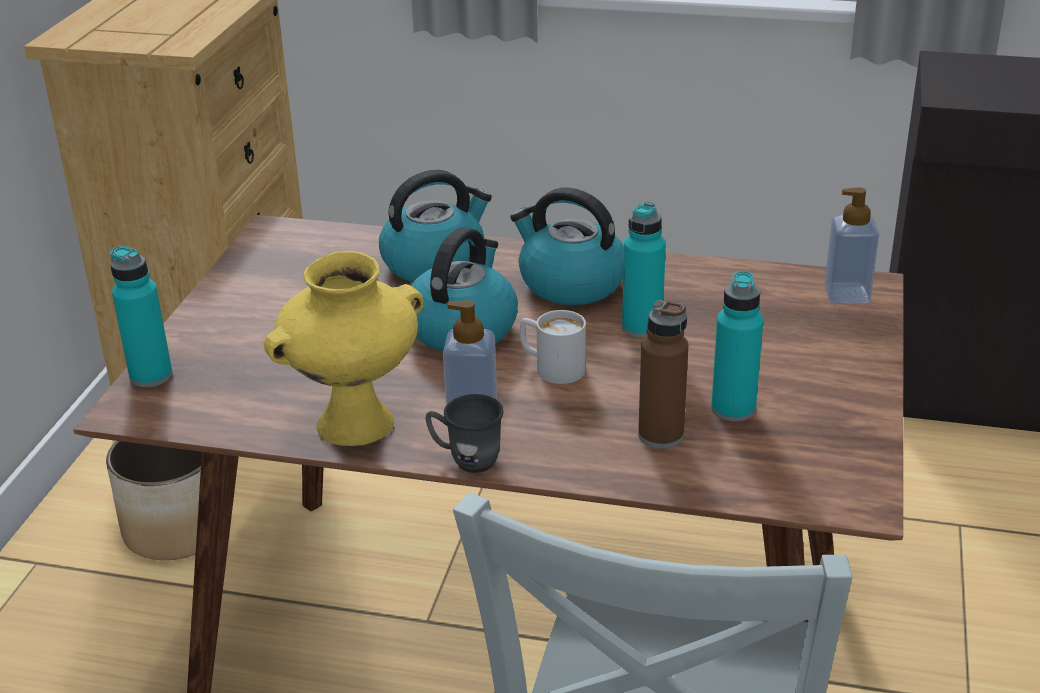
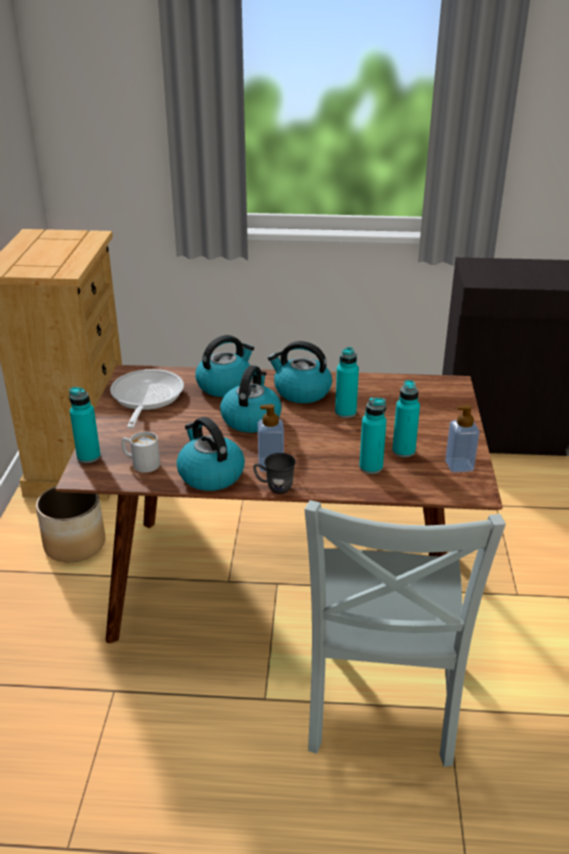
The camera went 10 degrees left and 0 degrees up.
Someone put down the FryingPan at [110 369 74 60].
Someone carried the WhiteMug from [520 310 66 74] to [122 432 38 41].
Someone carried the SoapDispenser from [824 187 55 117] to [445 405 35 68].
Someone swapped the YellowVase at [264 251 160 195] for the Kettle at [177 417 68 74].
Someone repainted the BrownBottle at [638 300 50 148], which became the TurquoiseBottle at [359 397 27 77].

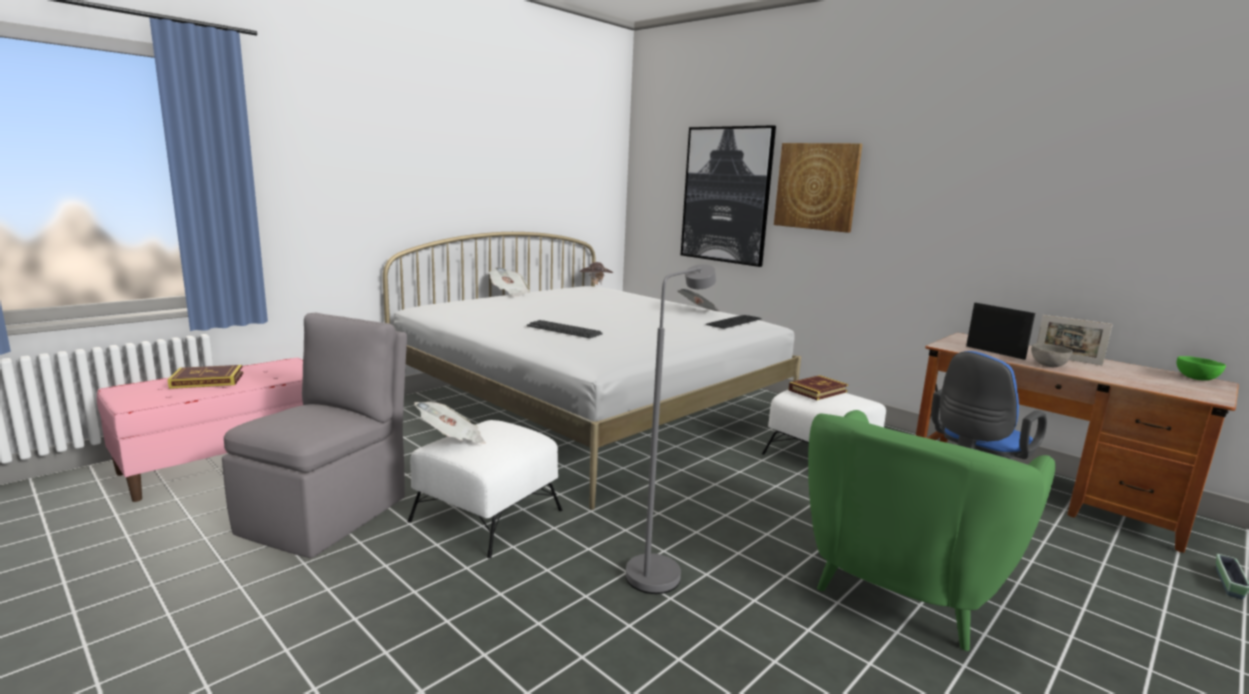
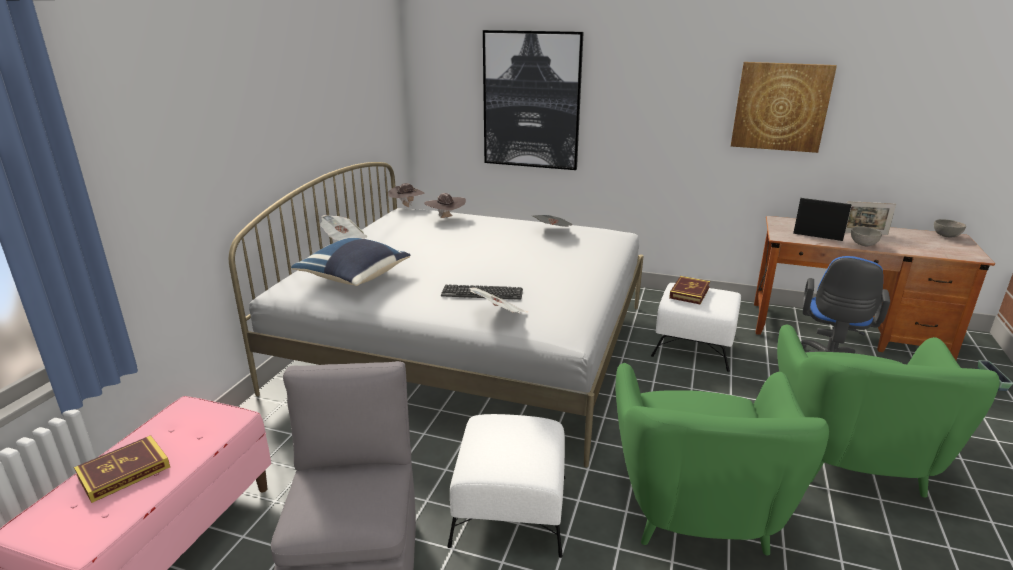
The camera went 25 degrees left and 10 degrees up.
Someone took away the Keyboard at [706 315 56 14].
Someone put down the BluePillow at [291 238 119 48].
Someone put down the BrownHat at [424 193 42 25].
Someone carried the Newspaper from [414 402 71 42] to [469 288 59 26].
Someone carried the Picture from [774 143 88 90] to [731 62 106 91].
Someone swapped the GreyFloorLamp at [626 264 90 330] for the GreenArmchair at [616 363 213 193].
Someone repainted the GreenBowl at [1176 356 50 25], which became the GreyBowl at [934 219 32 18].

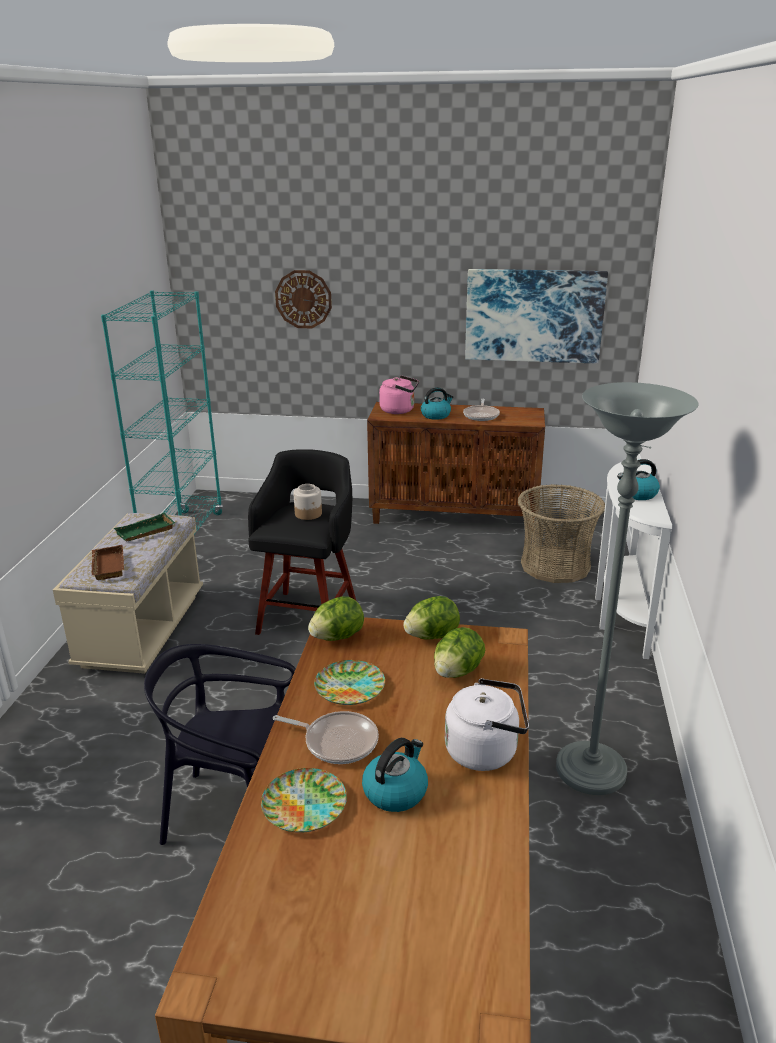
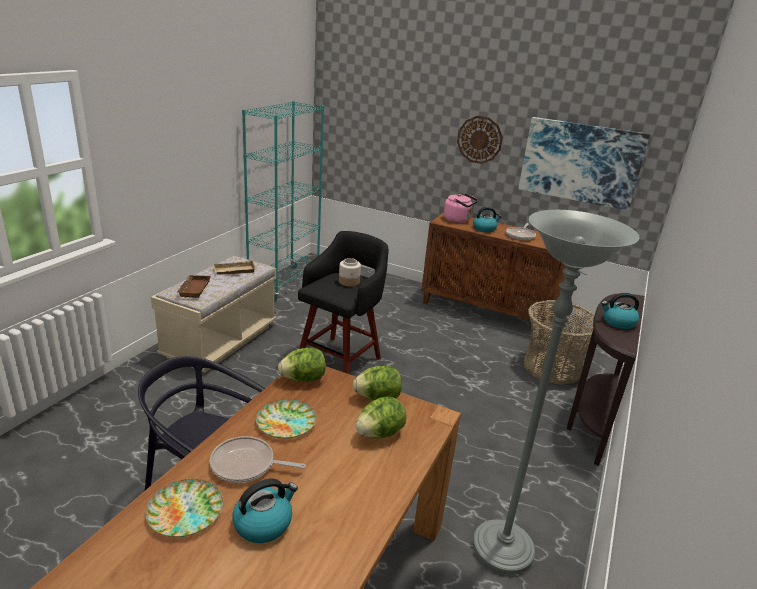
The camera went 15 degrees right and 0 degrees up.
Someone took away the WhiteKettle at [445 678 84 93].
Someone carried the WallClock from [275 270 57 58] to [457 116 46 48].
Someone repainted the GreenTray at [114 513 61 29], which became the BeigeTray at [213 260 43 15].
Someone repainted the WhiteConsoleTable at [595 459 77 200], which became the BrownConsoleTable at [566 293 79 173].
Someone rotated the FryingPan at [273 711 106 53] by 150 degrees clockwise.

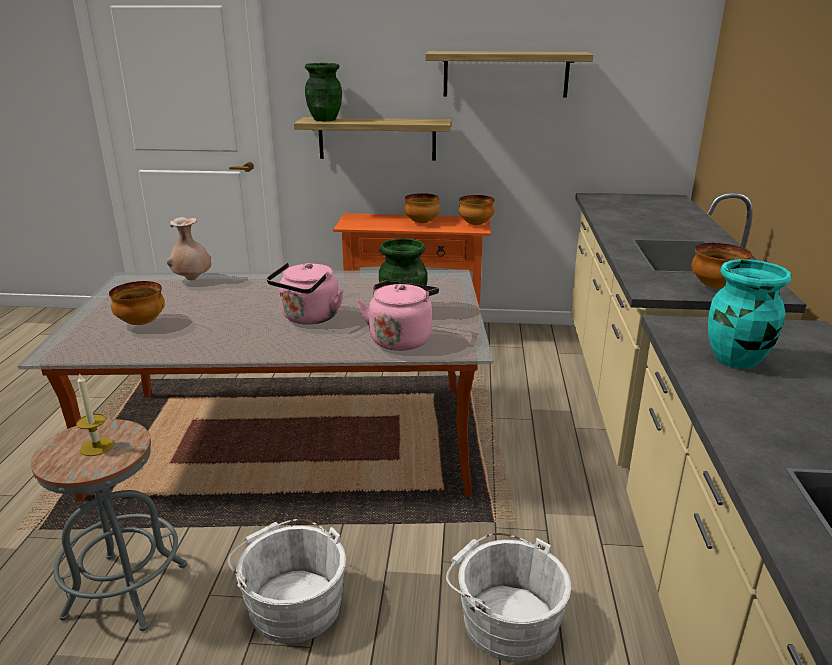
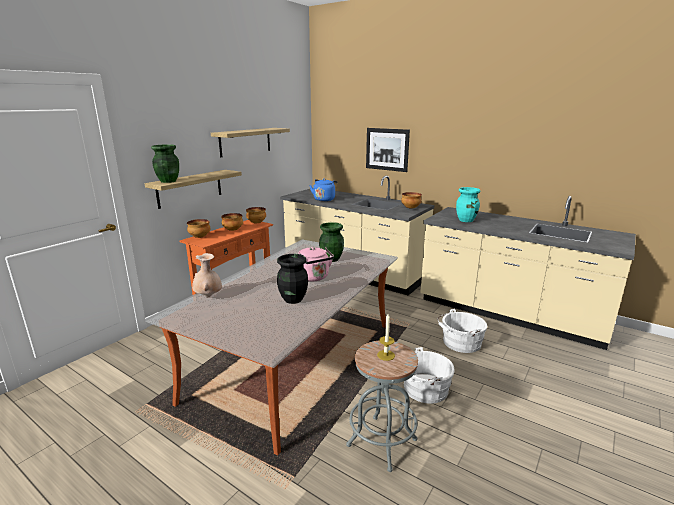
The camera went 60 degrees left and 5 degrees down.
Someone took away the PinkKettle at [358 281 81 70].
Someone put down the BlackVase at [277 254 31 50].
Someone put down the BlueKettle at [309 179 29 22].
Someone put up the Picture at [366 128 44 44].
Someone carried the Bowl from [109 281 56 44] to [187 219 23 19].

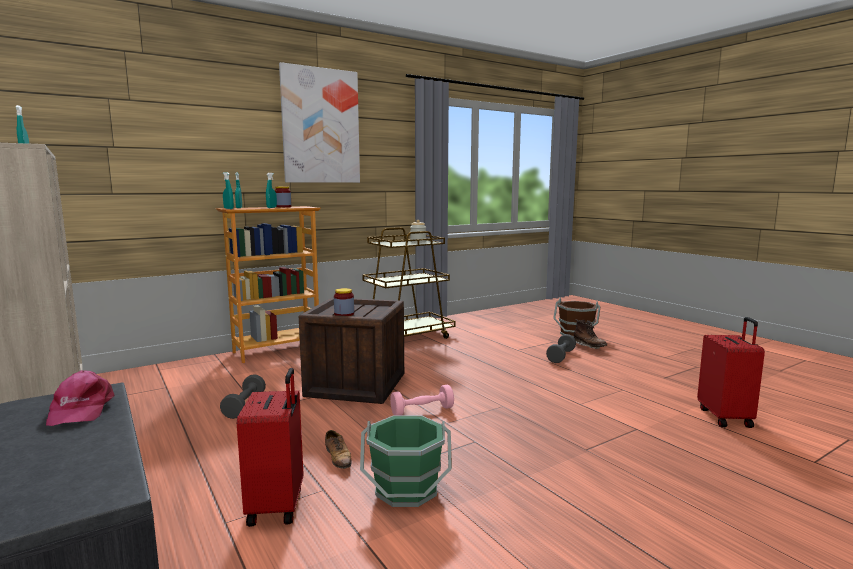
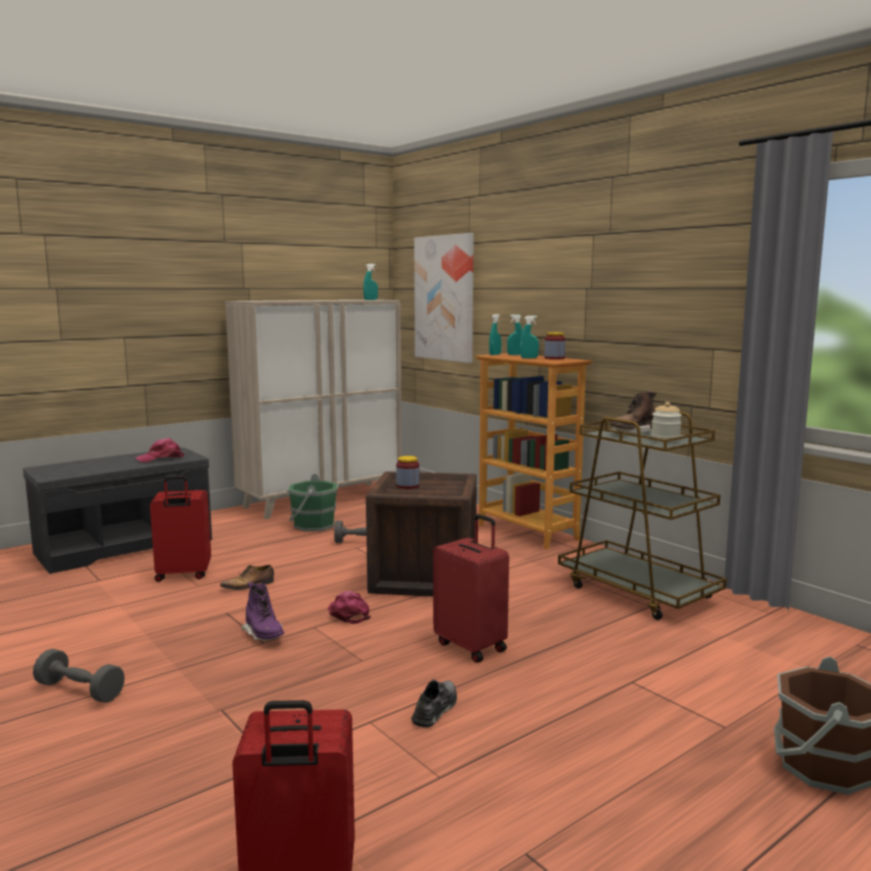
The camera went 85 degrees right and 0 degrees up.
Someone put down the PurpleBoot at [241 582 43 59].
Someone put down the GreyShoe at [411 679 46 49].
Someone put down the RedSuitcase at [433 514 76 149].
Someone carried the Picture from [279 62 81 121] to [414 233 60 130].
Someone carried the GreenBucket from [360 416 92 91] to [287 473 51 59].
Someone carried the GreyDumbbell from [546 334 30 29] to [33 649 92 54].
Someone carried the BrownBoot from [574 319 33 30] to [610 390 46 44].
Someone swapped the PinkDumbbell at [390 385 64 31] for the PinkCap at [328 591 43 33].

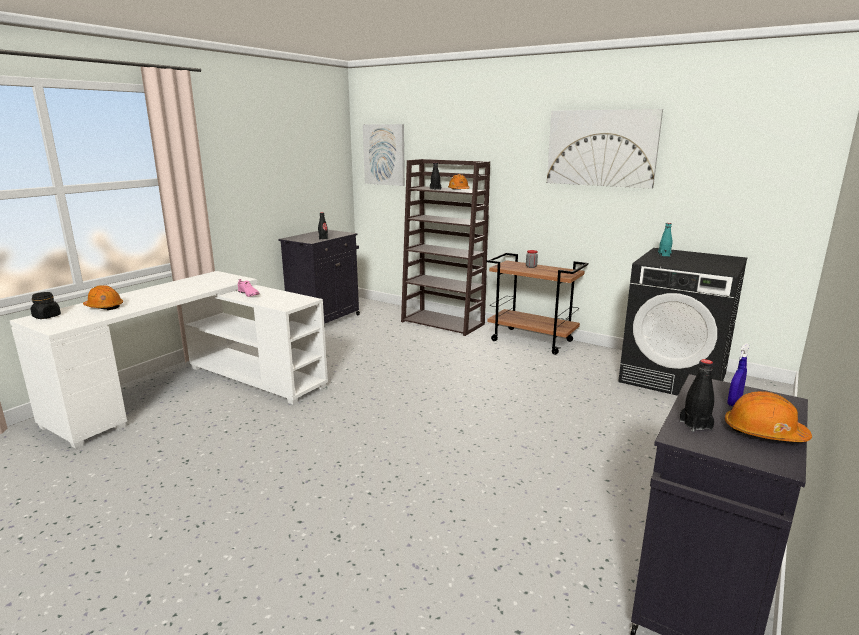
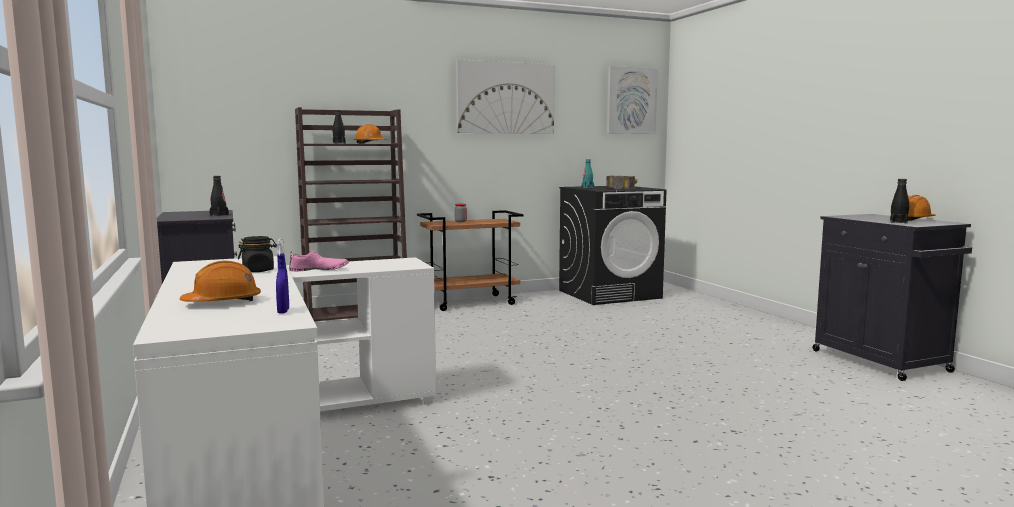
The camera went 55 degrees left and 10 degrees down.
Someone put down the Hammer at [606 176 31 13].
Someone carried the BlackJar from [31 292 30 27] to [238 236 39 36].
Someone carried the Picture from [363 124 42 62] to [607 66 51 68].
Someone carried the BlueSprayBottle from [727 343 23 63] to [276 238 13 76].

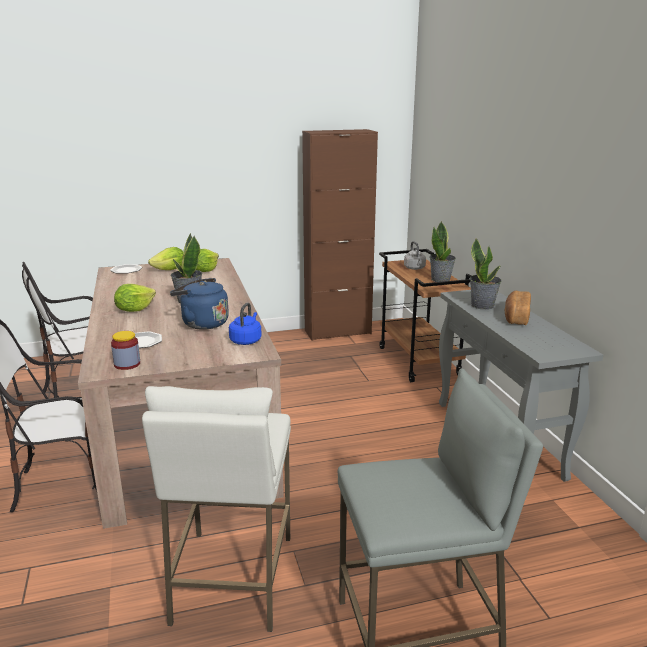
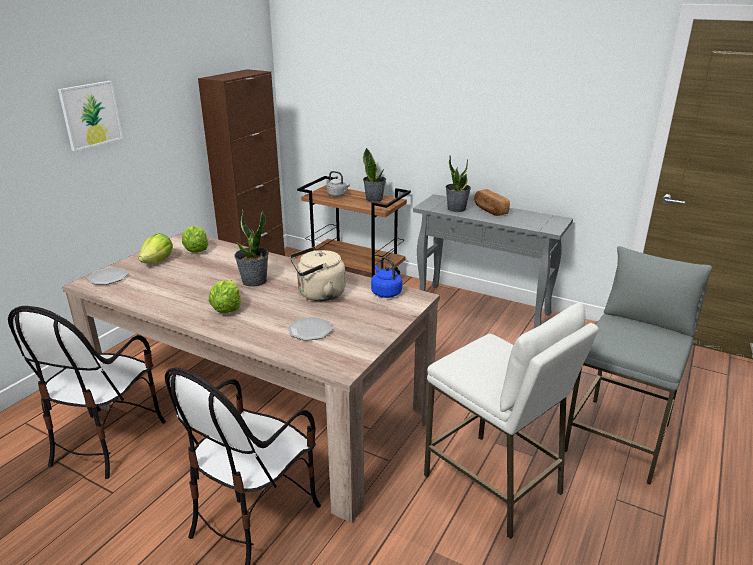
The camera went 45 degrees left and 5 degrees up.
Someone took away the Jar at [111 331 29 39].
Someone put up the Picture at [58 81 65 70].
Someone repainted the BlueKettle at [170 278 59 52], which became the BeigeKettle at [290 247 56 54].

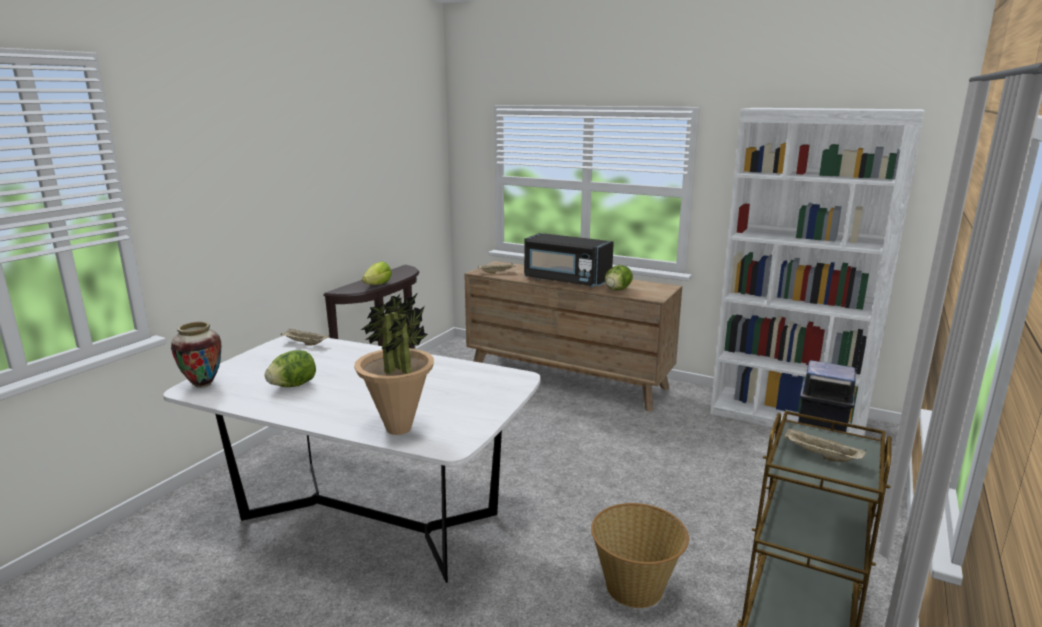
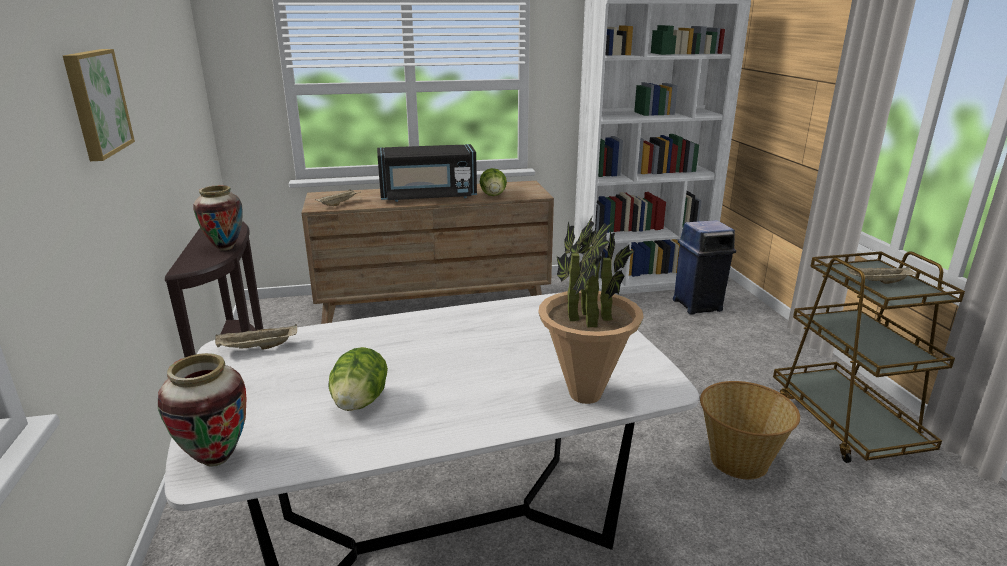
The camera went 40 degrees left and 5 degrees up.
Someone put up the Picture at [63 49 72 112].
Someone swapped the Lettuce at [362 262 30 23] for the Vase at [193 185 50 66].

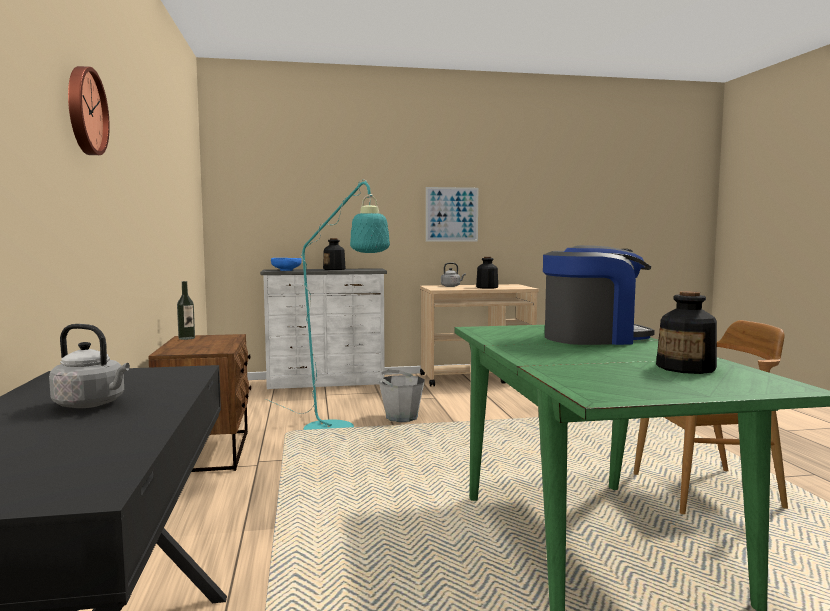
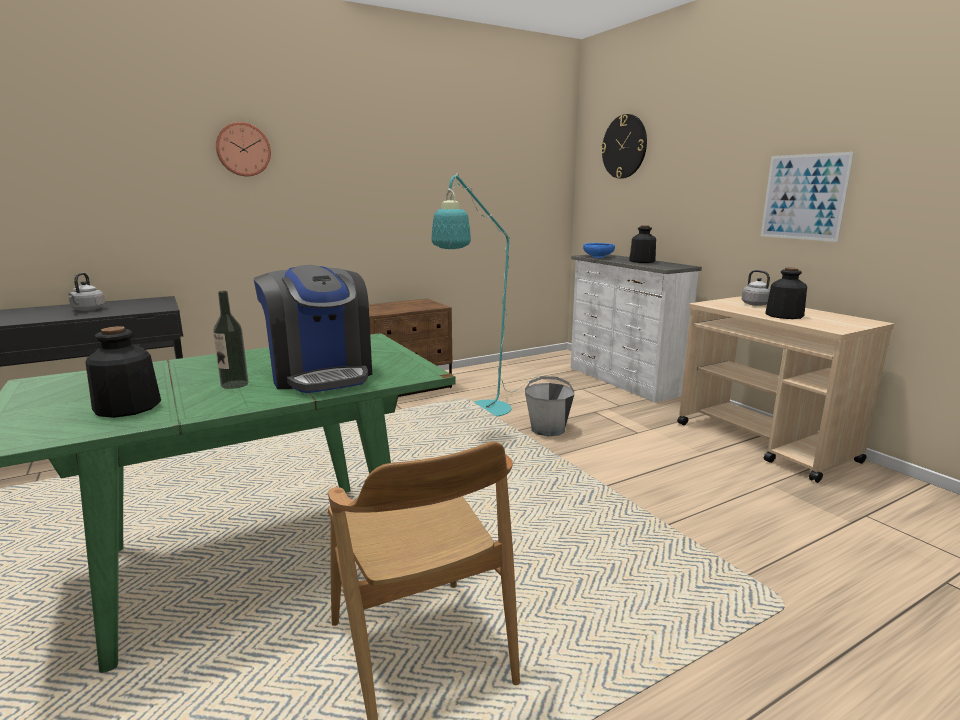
The camera went 70 degrees right and 10 degrees up.
Someone put up the WallClock at [601 114 46 65].
Someone carried the Bottle from [177 281 18 59] to [213 291 36 98].

